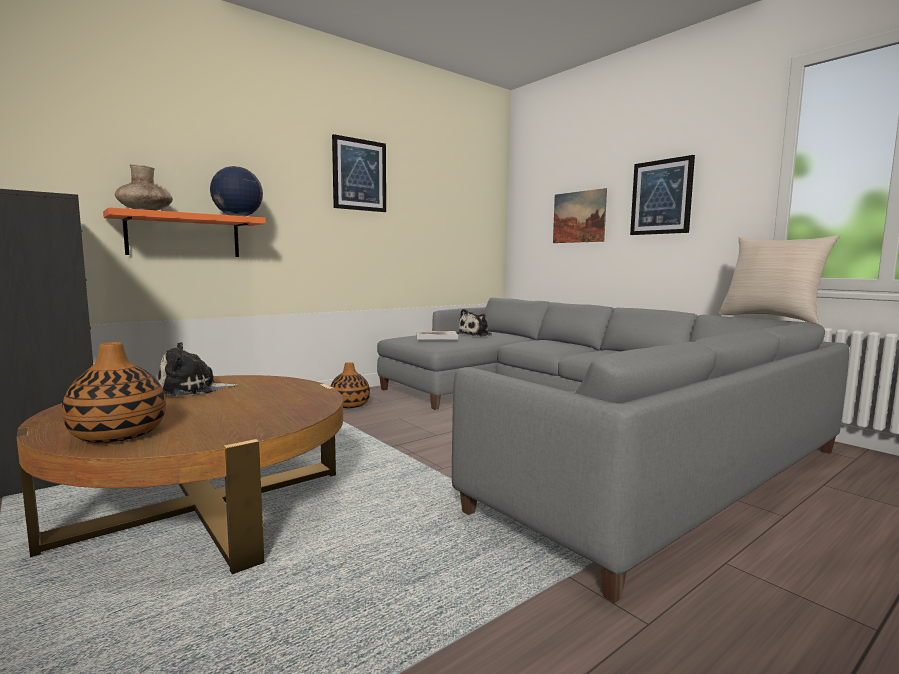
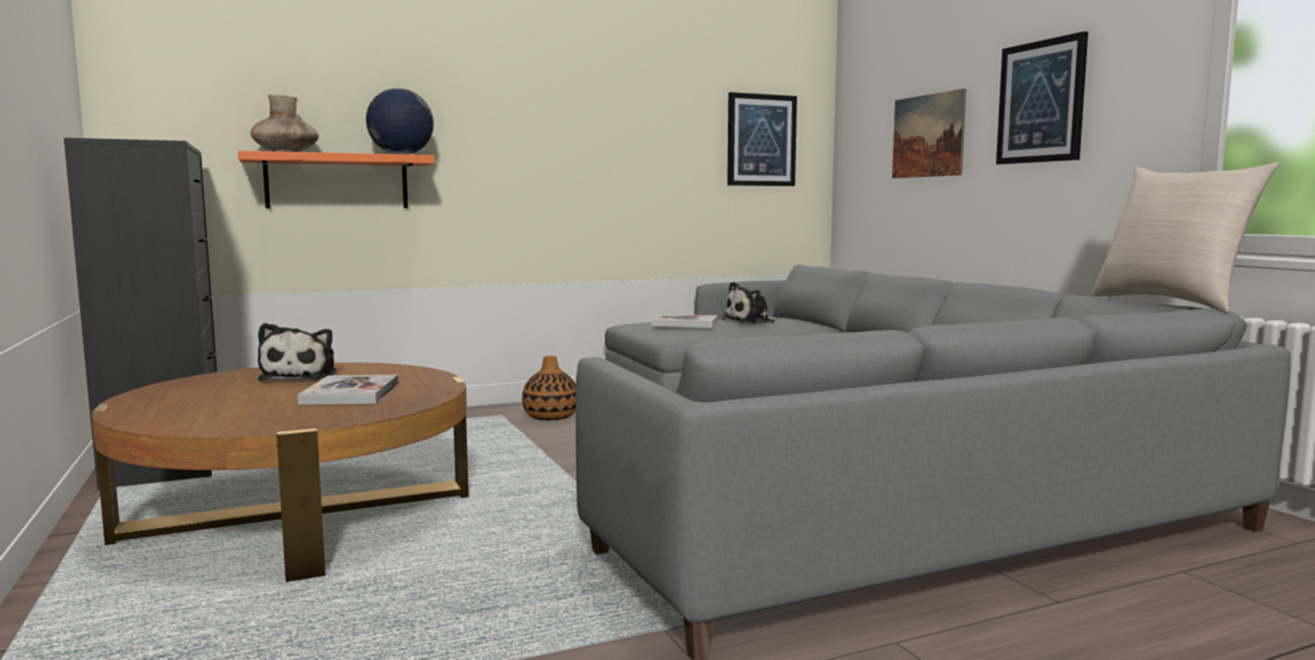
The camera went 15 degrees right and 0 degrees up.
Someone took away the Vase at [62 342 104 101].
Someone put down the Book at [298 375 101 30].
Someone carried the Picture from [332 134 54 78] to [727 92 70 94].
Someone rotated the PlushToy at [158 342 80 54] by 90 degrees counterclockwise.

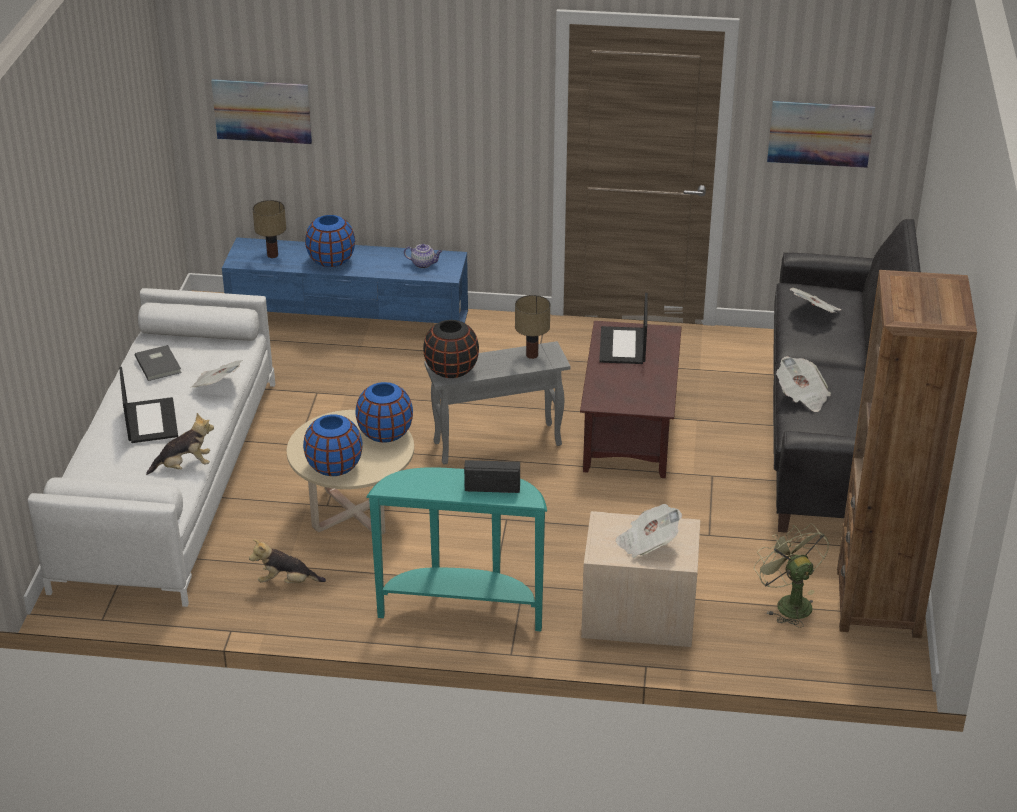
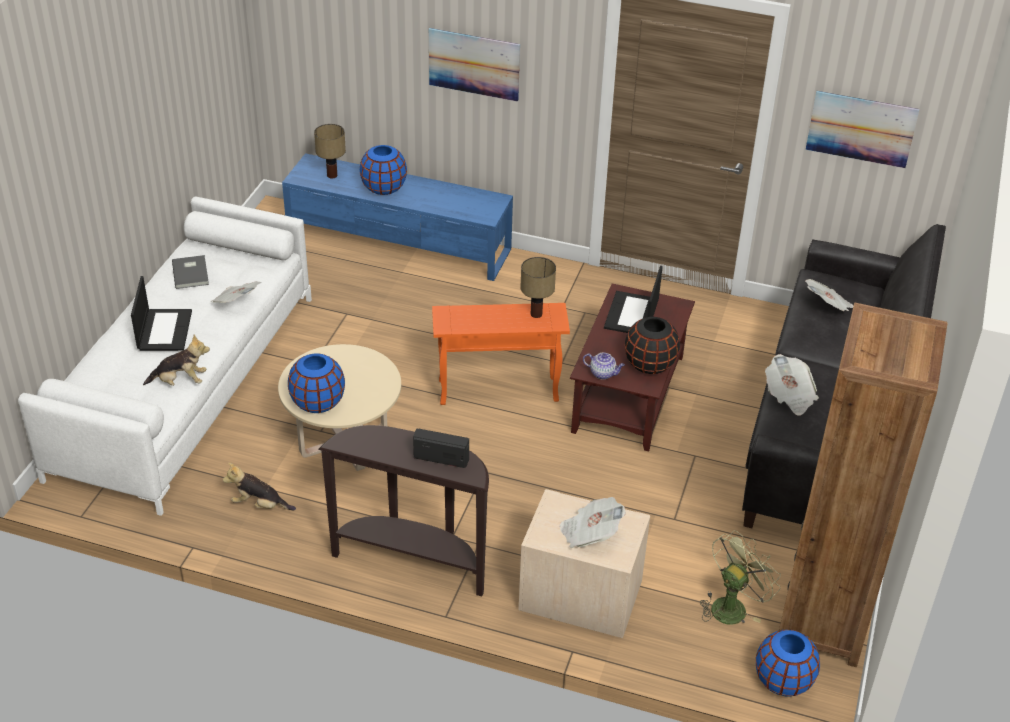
The camera went 10 degrees right and 5 degrees up.
Someone carried the Picture from [211 79 101 65] to [429 28 91 74].
Someone carried the BlueVase from [355 382 58 61] to [756 629 64 67].
Someone carried the Teapot from [404 244 38 24] to [583 353 42 27].
Someone carried the BlackVase from [423 320 56 58] to [625 317 55 57].
Someone repainted the TurquoiseConsoleTable at [366 467 181 164], which became the BrownConsoleTable at [319 425 170 172].
Someone repainted the GreySideTable at [424 341 147 124], which became the OrangeSideTable at [432 303 138 102].
Someone rotated the GreenFan at [754 523 75 105] by 60 degrees clockwise.

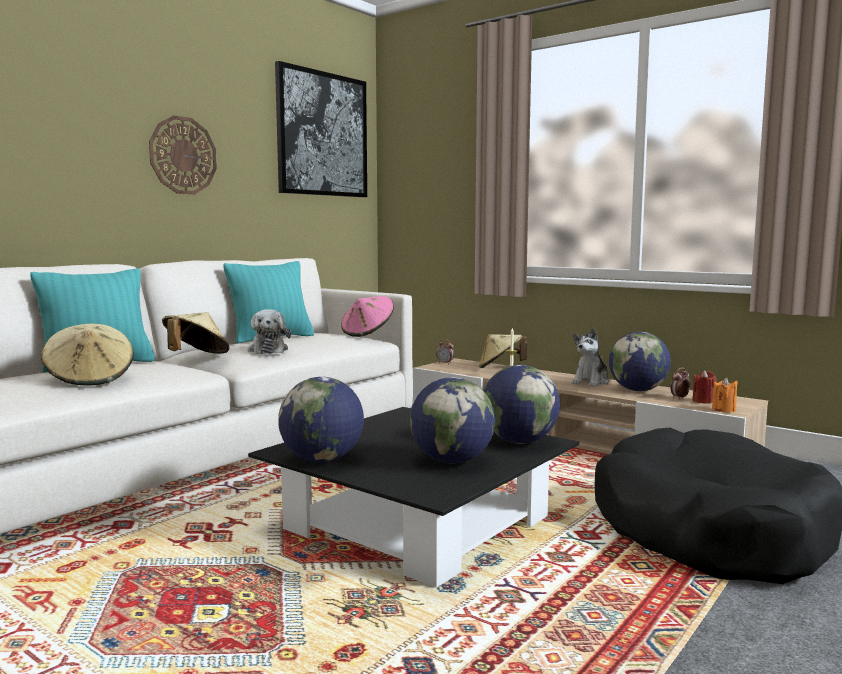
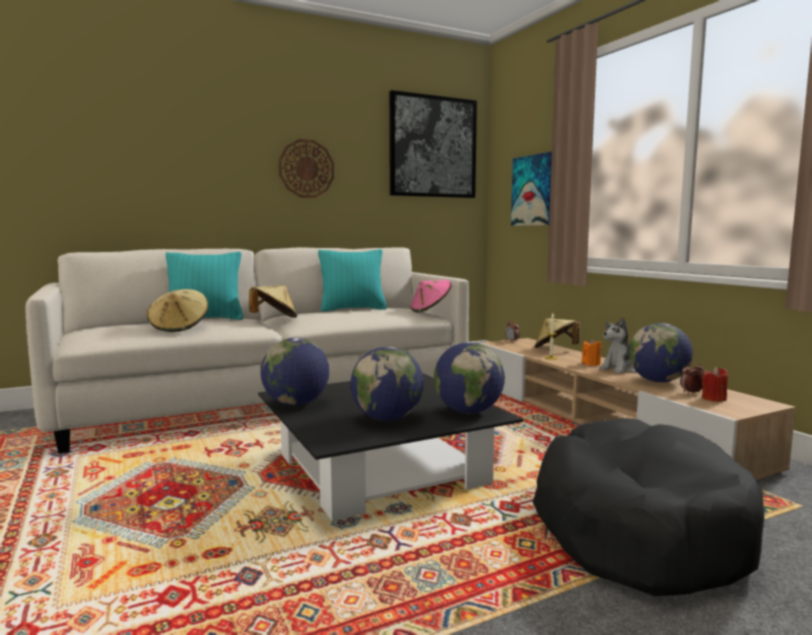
The camera went 25 degrees right and 0 degrees up.
Someone took away the PlushToy at [248 309 43 45].
Someone put up the Picture at [511 152 41 74].
Someone carried the OrangeCandle from [712 377 26 35] to [582 339 19 27].

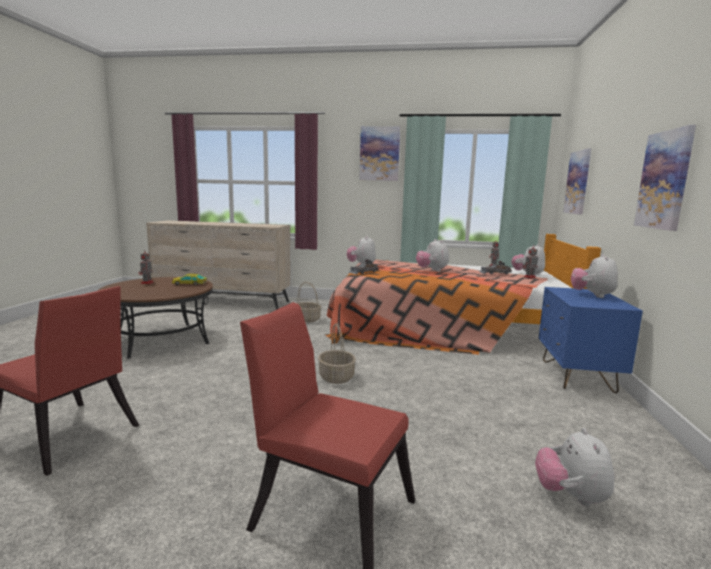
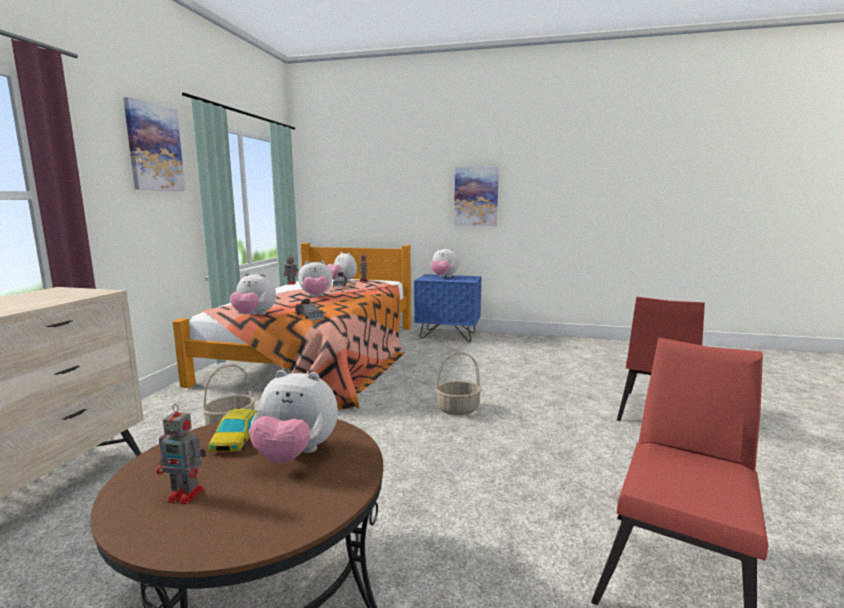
The camera went 85 degrees left and 0 degrees up.
Someone took away the Picture at [563 149 28 65].
Someone carried the PlushToy from [535 428 80 78] to [249 370 89 93].

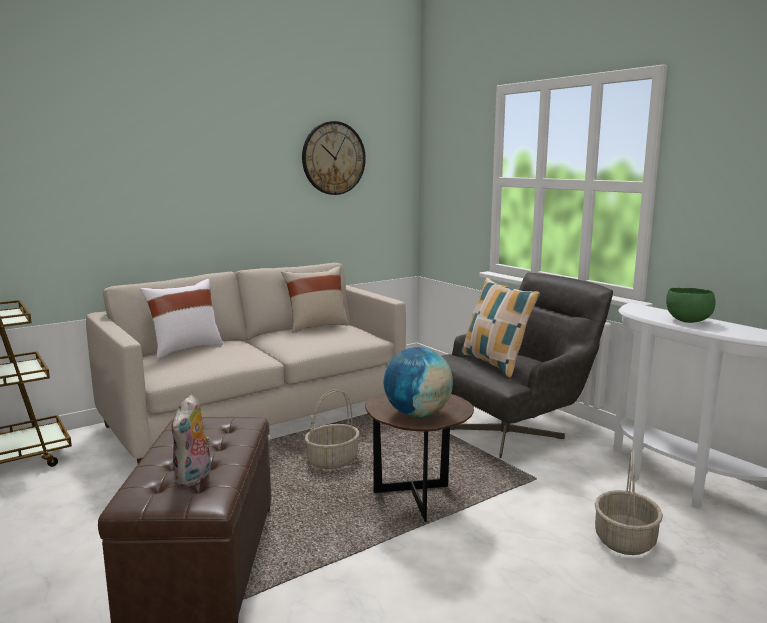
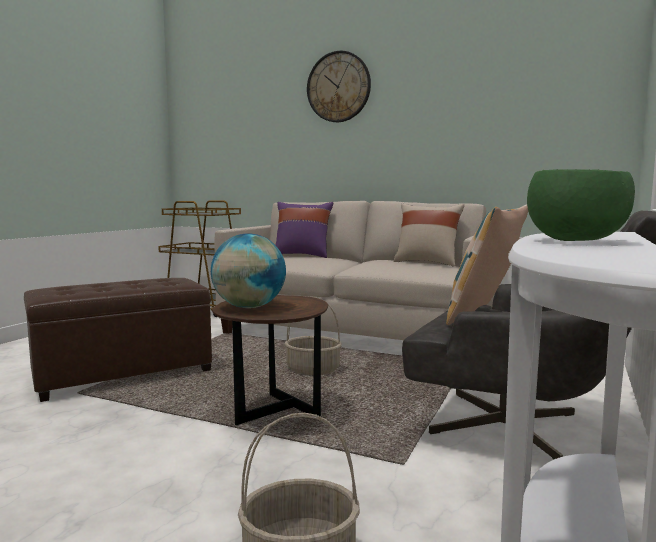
The camera went 60 degrees right and 5 degrees down.
Someone took away the PlushToy at [171 395 40 91].
Someone carried the WallClock from [302 121 64 74] to [307 51 64 71].
Someone repainted the WhitePillow at [140 279 83 80], which became the PurplePillow at [276 202 57 56].

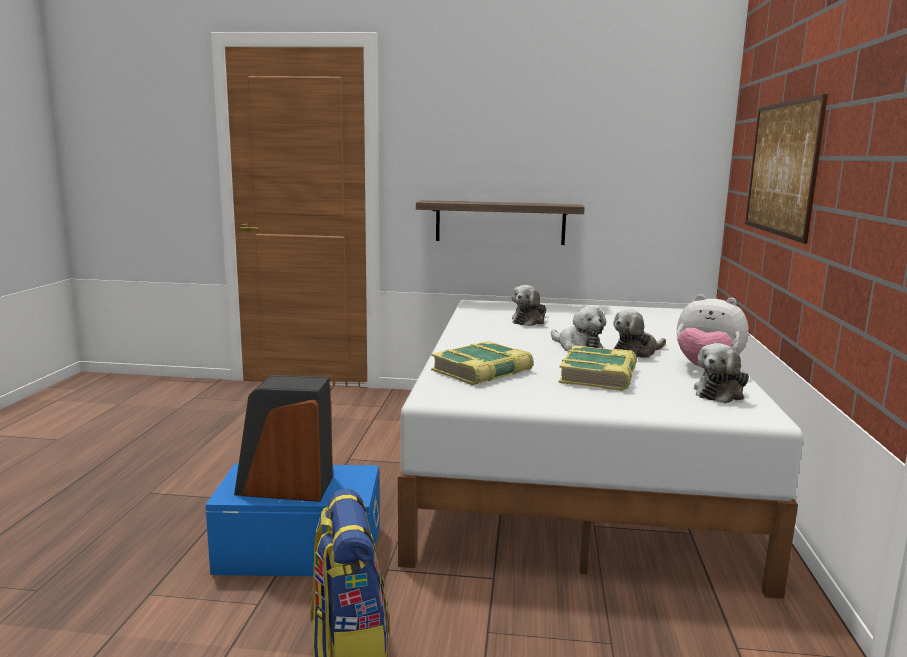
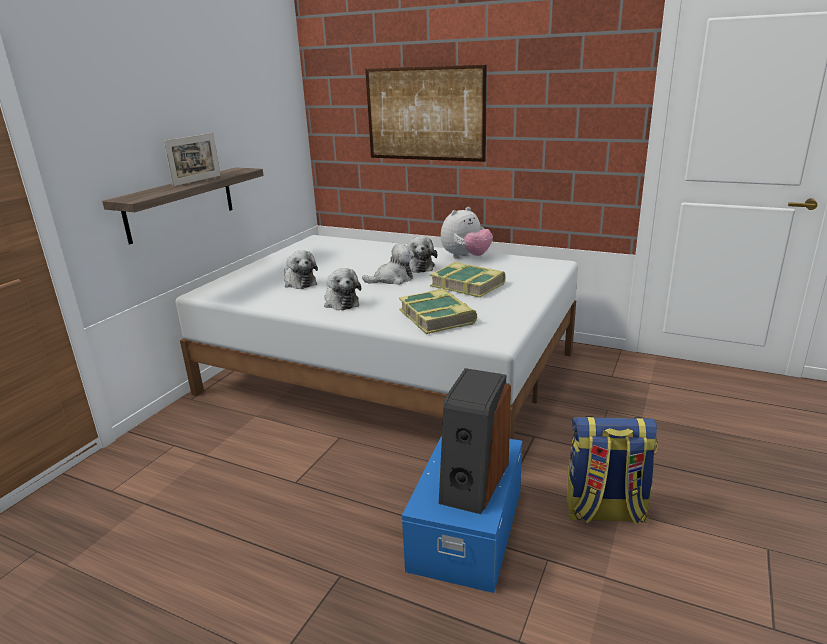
The camera went 70 degrees left and 10 degrees up.
Someone put down the PictureFrame at [164 133 56 53].
Someone carried the PlushToy from [694 343 55 60] to [324 268 37 43].

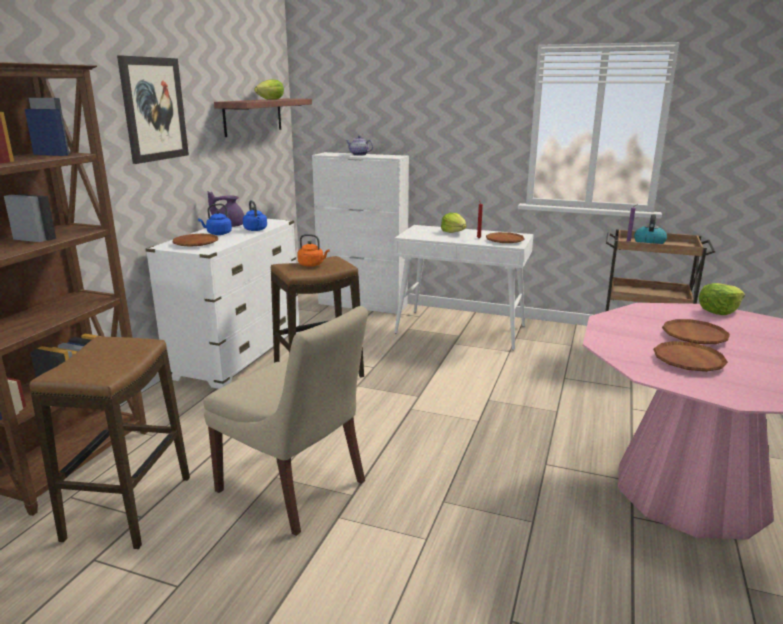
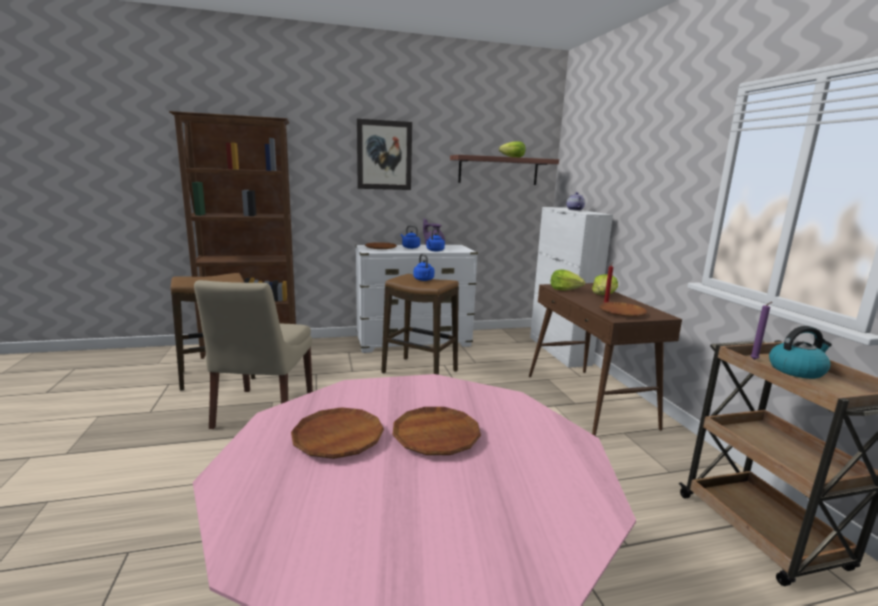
The camera went 55 degrees right and 5 degrees down.
Someone carried the Lettuce from [699 283 46 32] to [550 270 35 21].
Someone repainted the OrangeKettle at [297 234 32 33], which became the BlueKettle at [414 254 20 27].
Someone repainted the WhiteConsoleTable at [394 225 140 125], which became the BrownConsoleTable at [529 283 153 153].

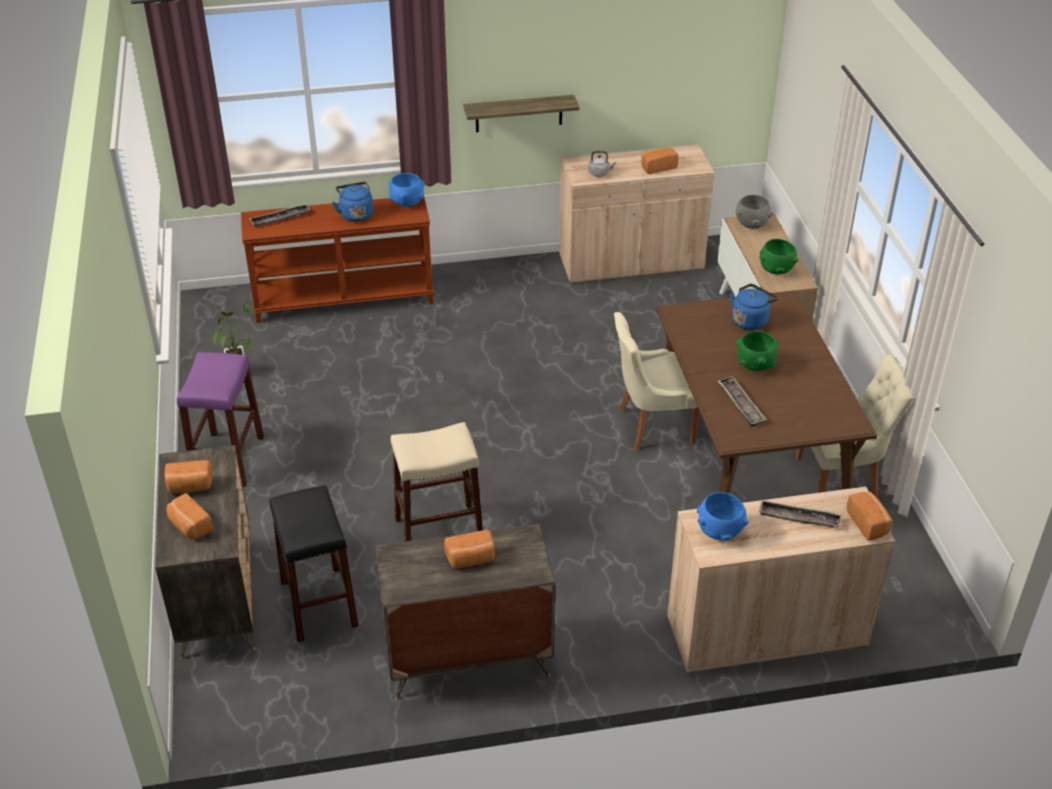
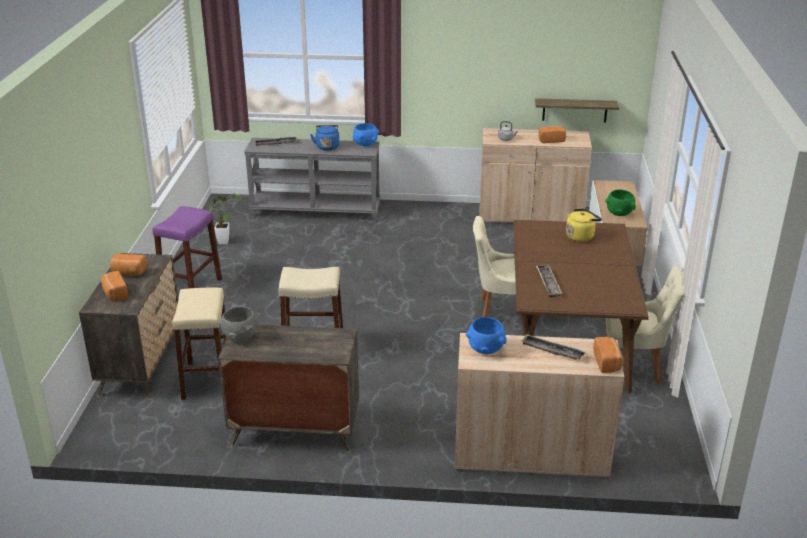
The camera went 15 degrees right and 10 degrees down.
Someone took away the Bread at [444 530 51 38].
Someone took away the GreenBowl at [736 331 42 40].
Someone carried the Shelf from [463 95 117 37] to [535 98 84 25].
Someone carried the GreyBowl from [736 195 37 34] to [218 307 40 35].
Someone repainted the BrownConsoleTable at [241 197 193 126], which became the GreyConsoleTable at [244 138 136 84].
Someone repainted the BlackStool at [269 485 89 157], which became the BeigeStool at [172 287 55 113].
Someone repainted the BlueKettle at [730 284 48 46], which became the YellowKettle at [566 209 36 33].

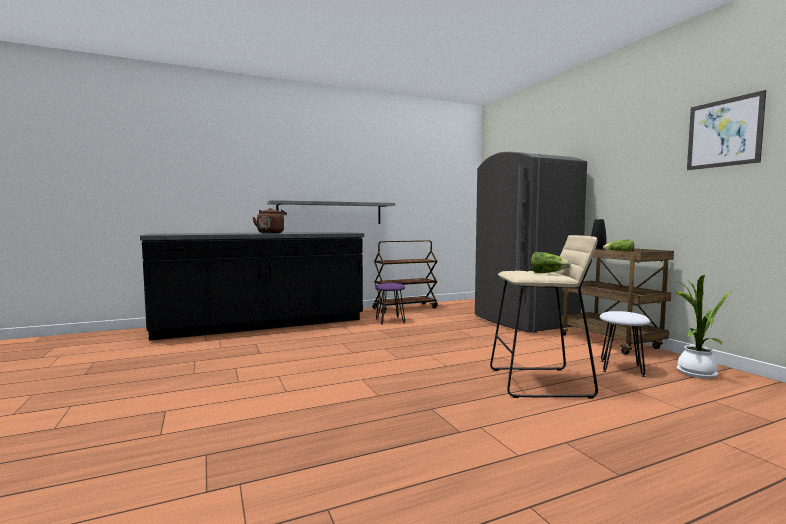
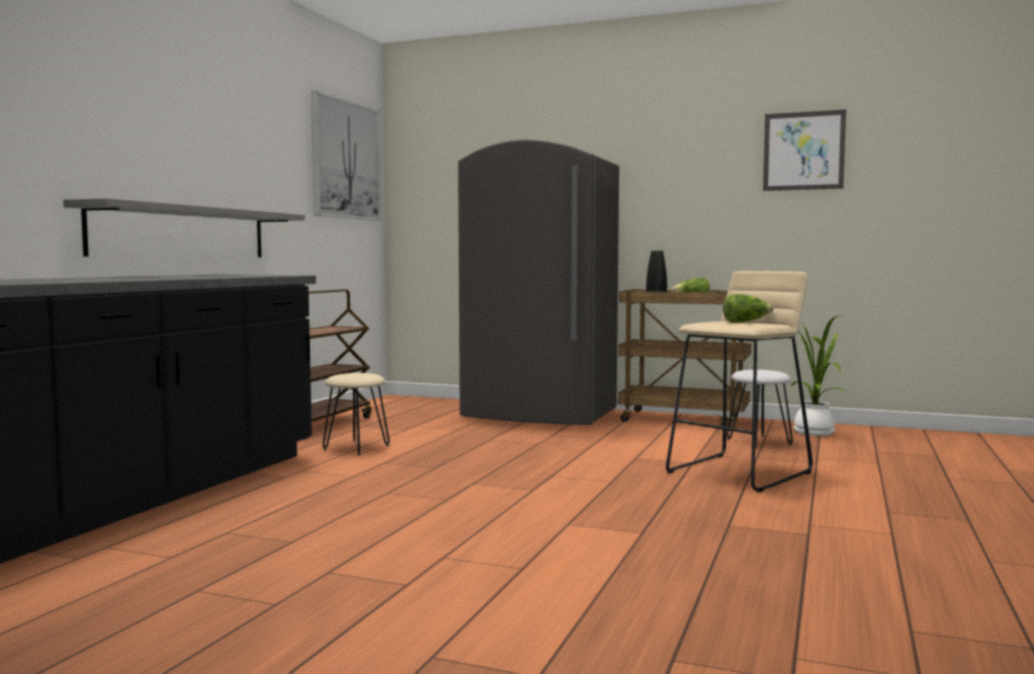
The camera went 45 degrees left and 0 degrees up.
Someone took away the BrownKettle at [253 208 34 26].
Someone put up the Picture at [311 90 70 131].
Someone repainted the PurpleStool at [375 283 30 42], which became the BeigeStool at [322 373 68 82].

